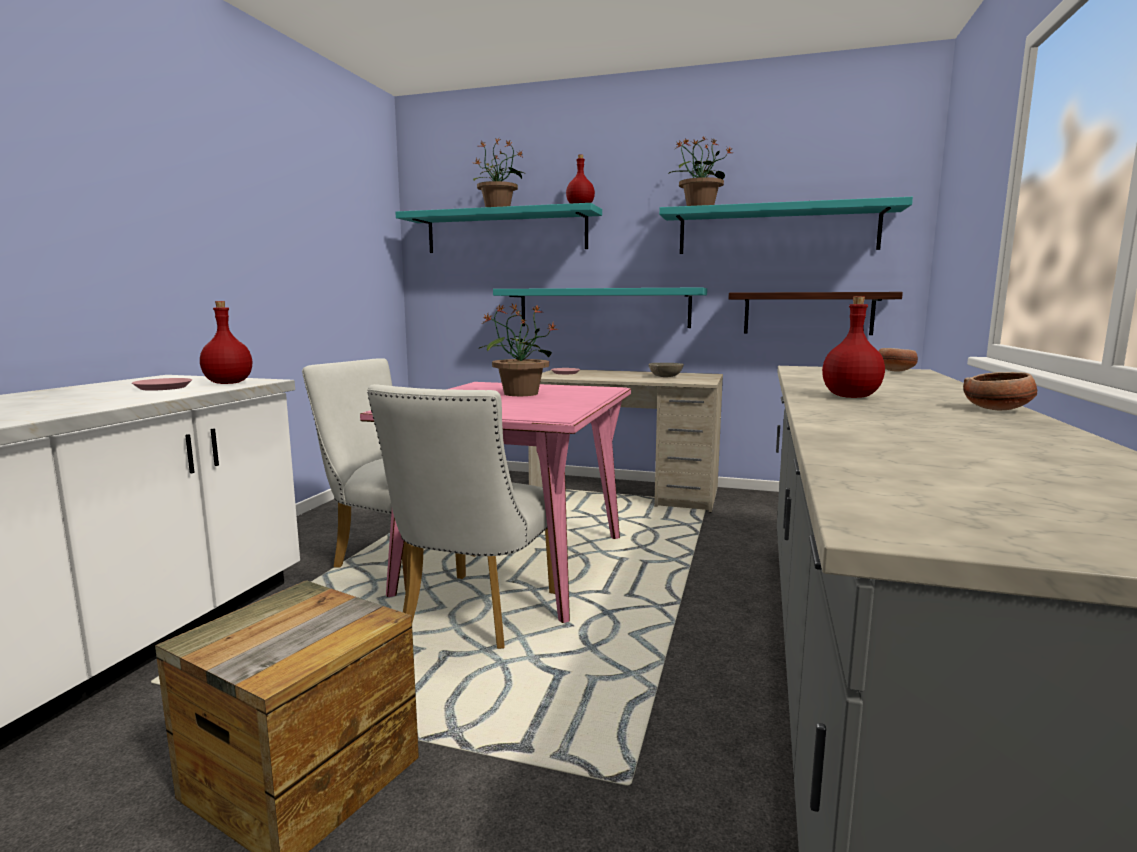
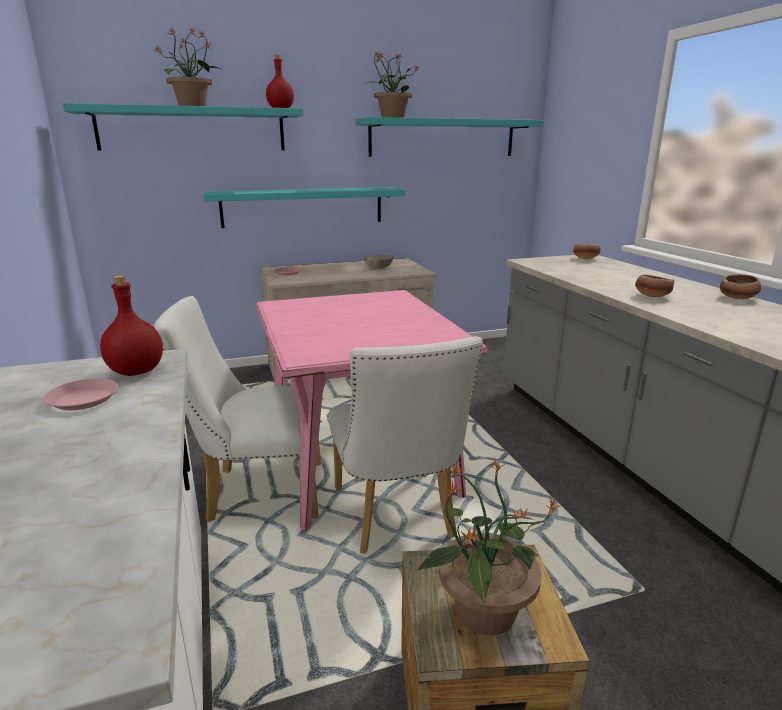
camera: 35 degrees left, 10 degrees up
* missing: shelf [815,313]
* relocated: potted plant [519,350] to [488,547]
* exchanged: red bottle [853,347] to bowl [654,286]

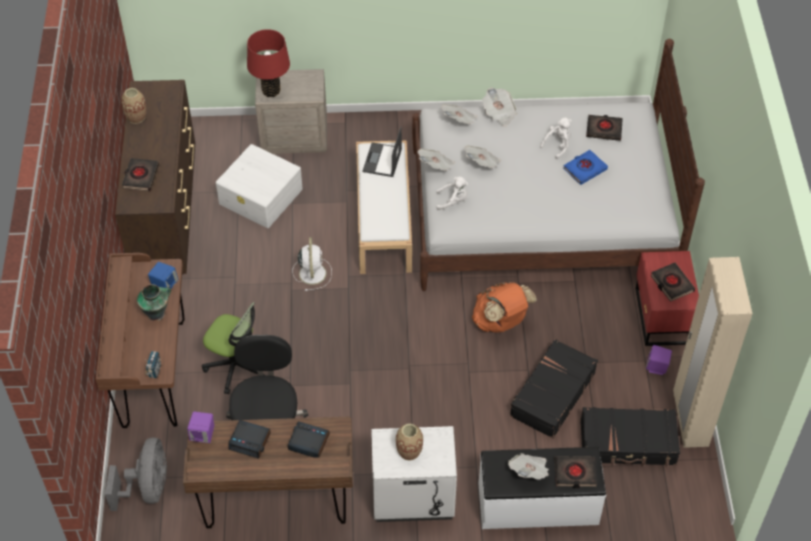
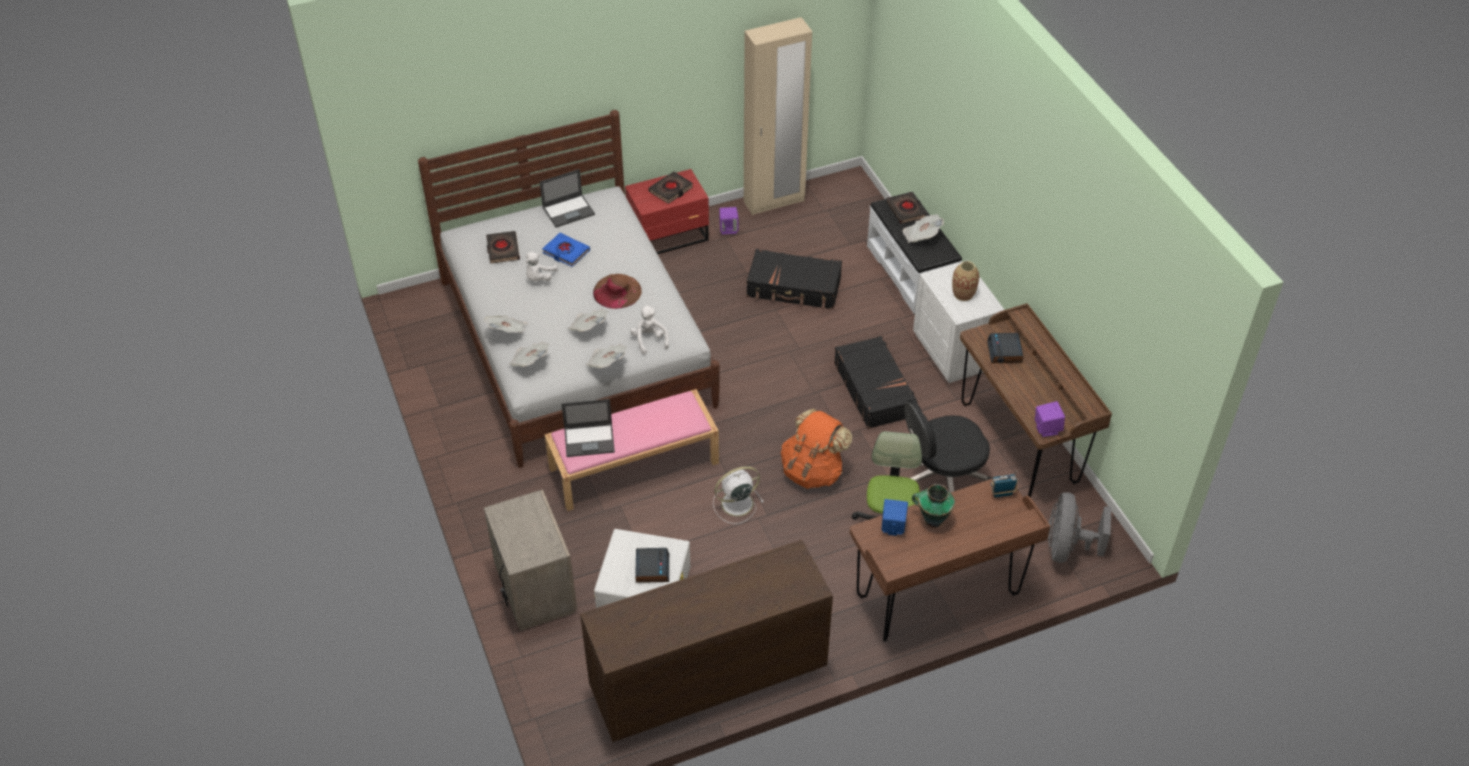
camera: 110 degrees left, 5 degrees down
* missing: vase [133,106]
* missing: black book [140,174]
* missing: red table lamp [268,63]
* appeared: laptop [567,198]
* appeared: brown hat [617,291]
* relocated: alarm clock [249,439] to [652,565]
* relocated: orange backpack [504,307] to [816,448]
* relocated: black suitcase [630,437] to [875,382]
* colour: white bench [384,207] to pink bench [631,450]
* spun: grey fan [136,474] = [1079,527] 60 degrees counterclockwise
* spun: white plush toy [556,138] = [542,266] 90 degrees counterclockwise

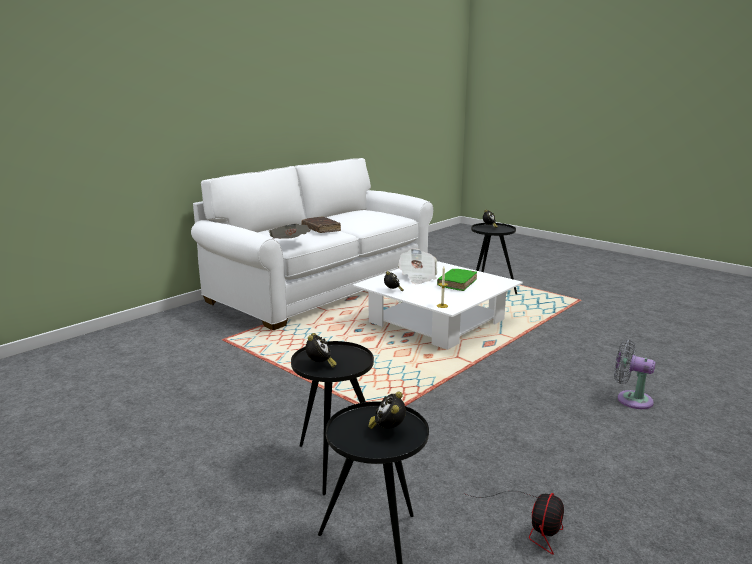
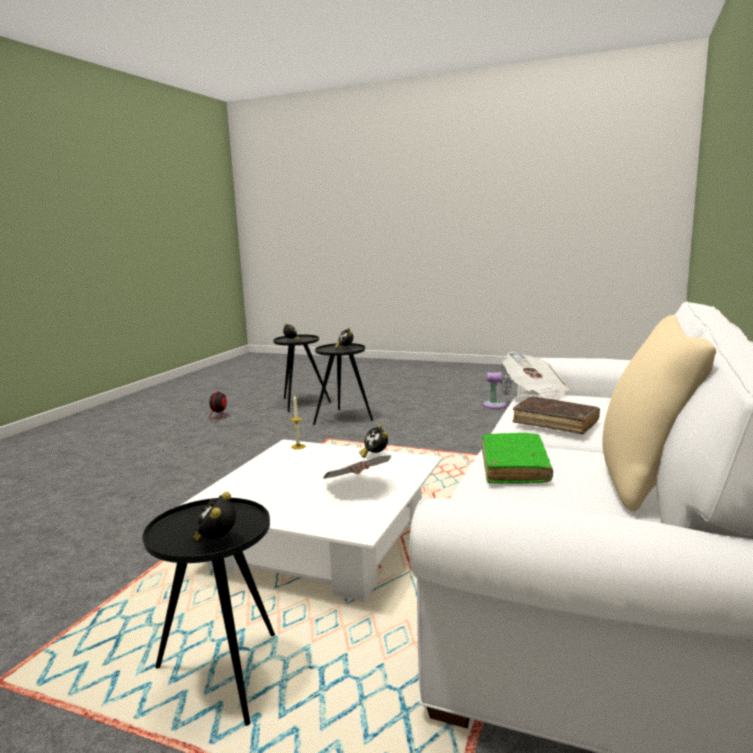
camera: 160 degrees right, 5 degrees down
* appeared: beige pillow [659,413]
* relocated: green book [457,280] to [517,458]
* relocated: grey fan [635,374] to [497,386]

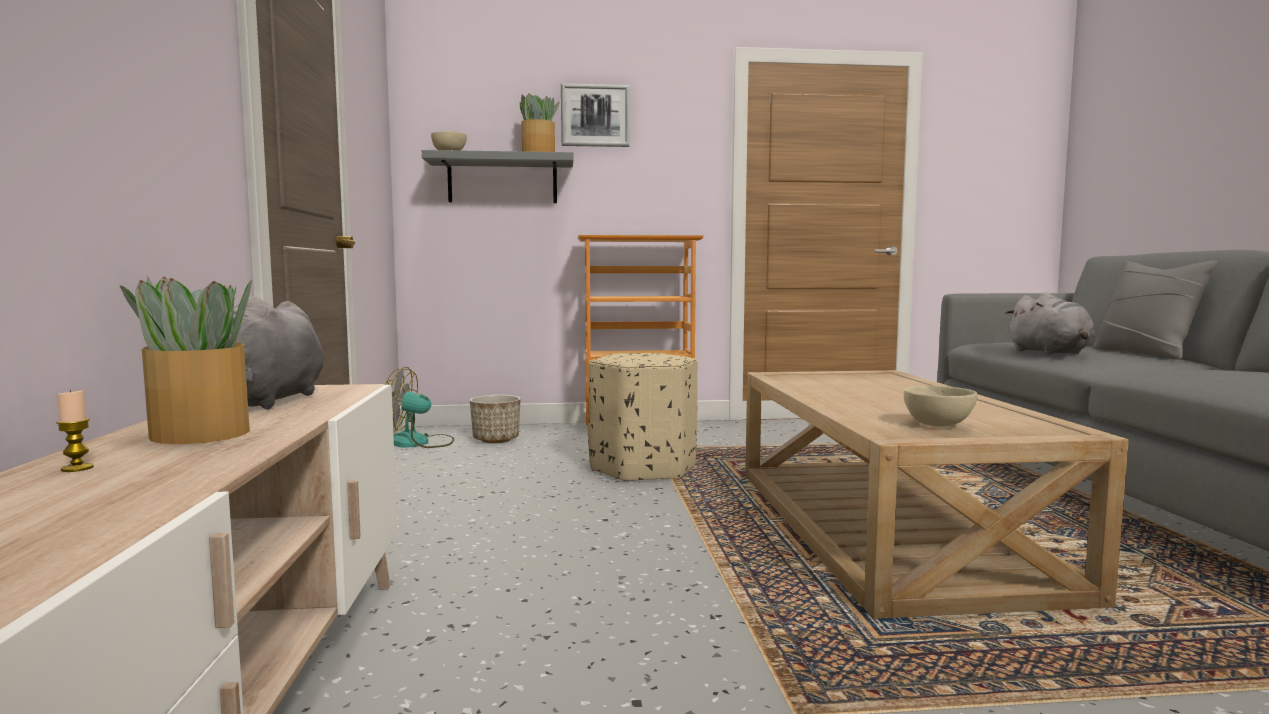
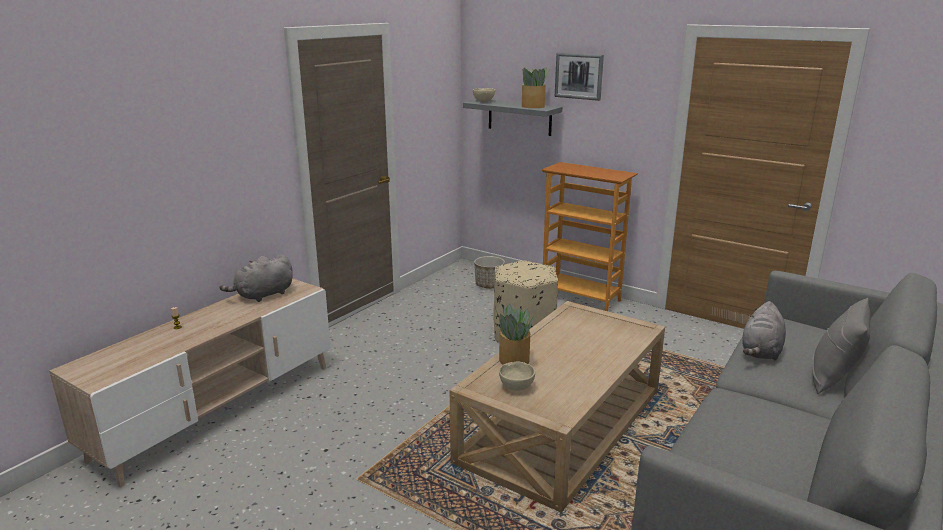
camera: 40 degrees right, 15 degrees up
* missing: fan [419,407]
* relocated: potted plant [186,360] to [514,334]

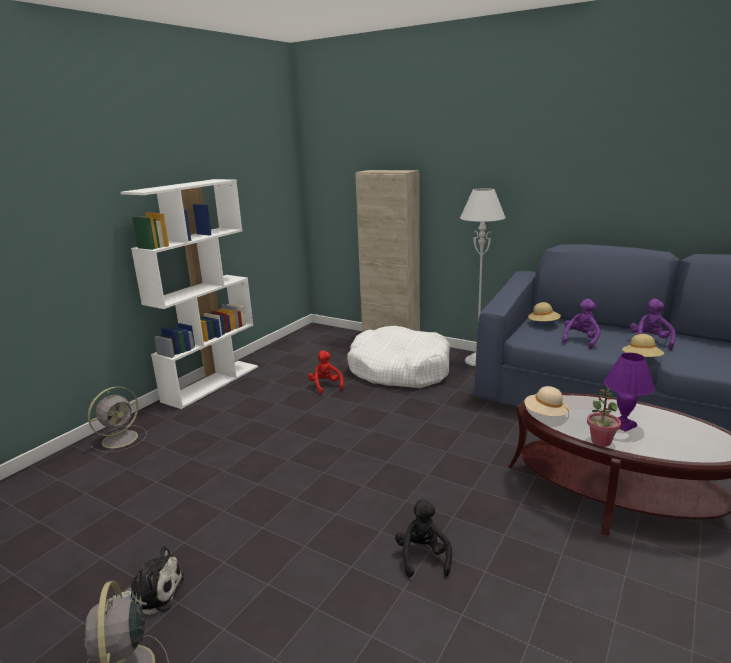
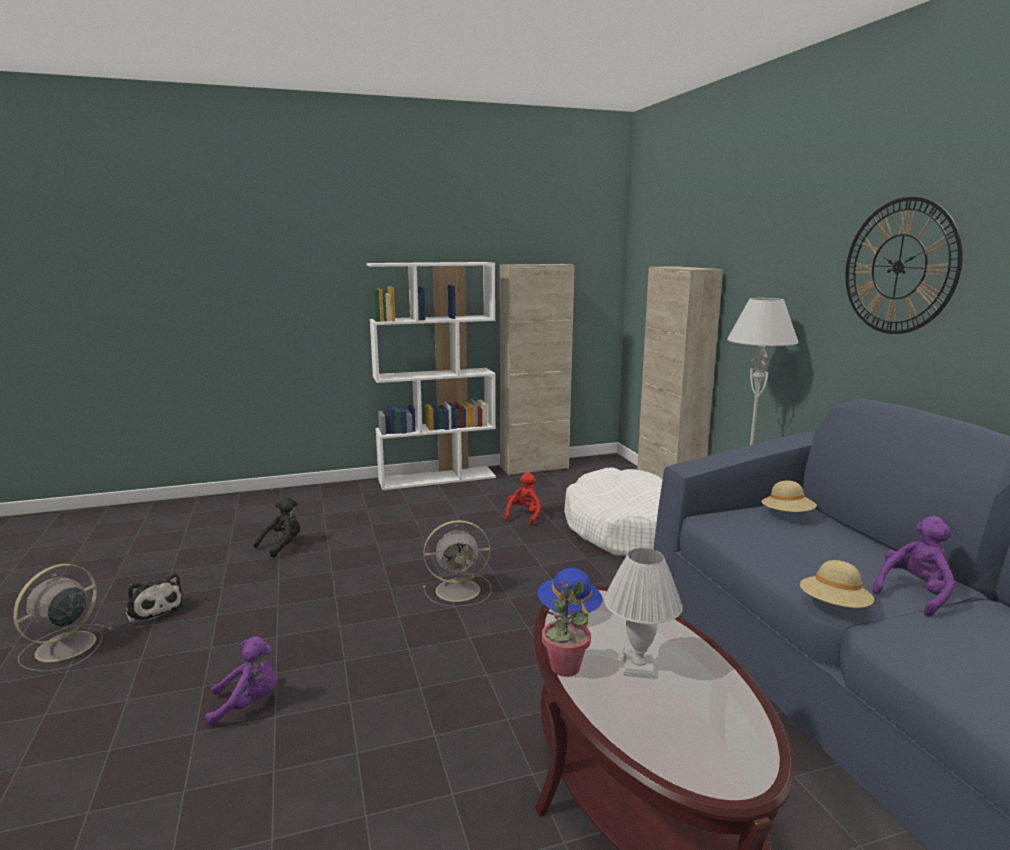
camera: 40 degrees right, 5 degrees down
* appeared: beige cabinet [537,369]
* appeared: wall clock [904,265]
* relocated: grey fan [117,420] to [457,563]
* relocated: black plush toy [423,538] to [277,527]
* relocated: purple plush toy [581,324] to [241,681]
* colour: beige hat [546,401] to blue hat [570,597]
* colour: purple table lamp [629,392] to white table lamp [643,613]

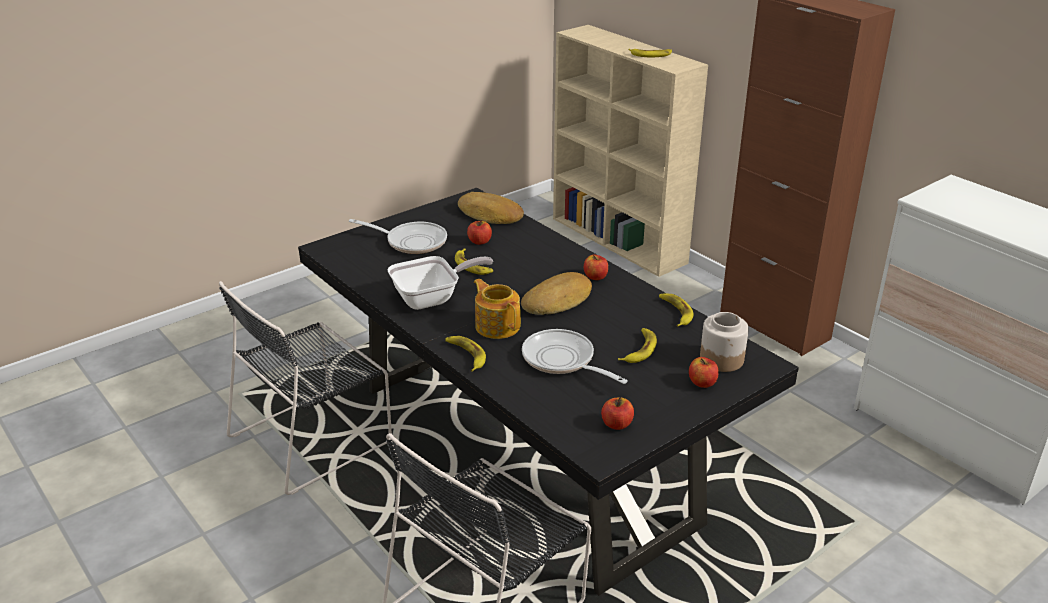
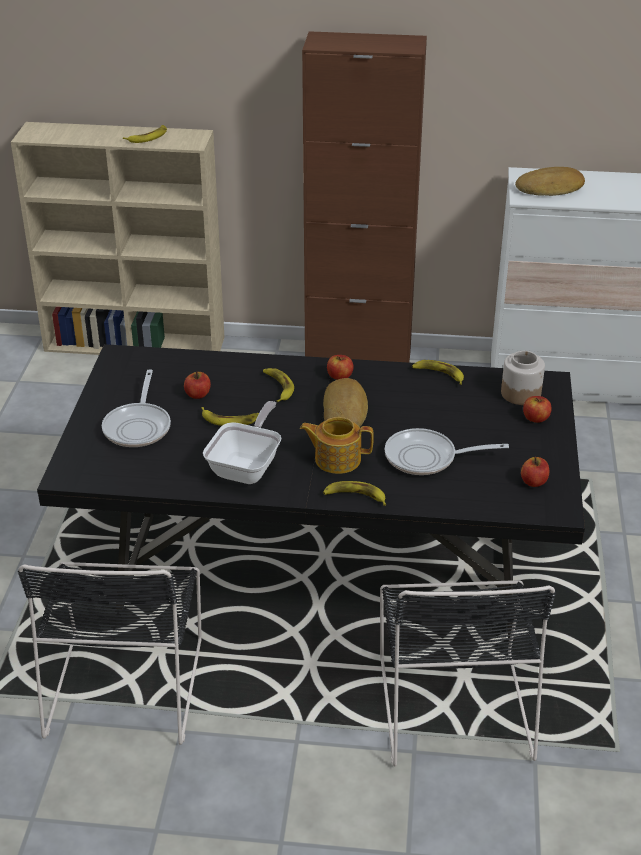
camera: 45 degrees left, 5 degrees up
* relocated: bread [491,208] to [550,181]
* relocated: banana [637,345] to [278,385]
* spun: frying pan [398,236] = [136,408] 120 degrees clockwise

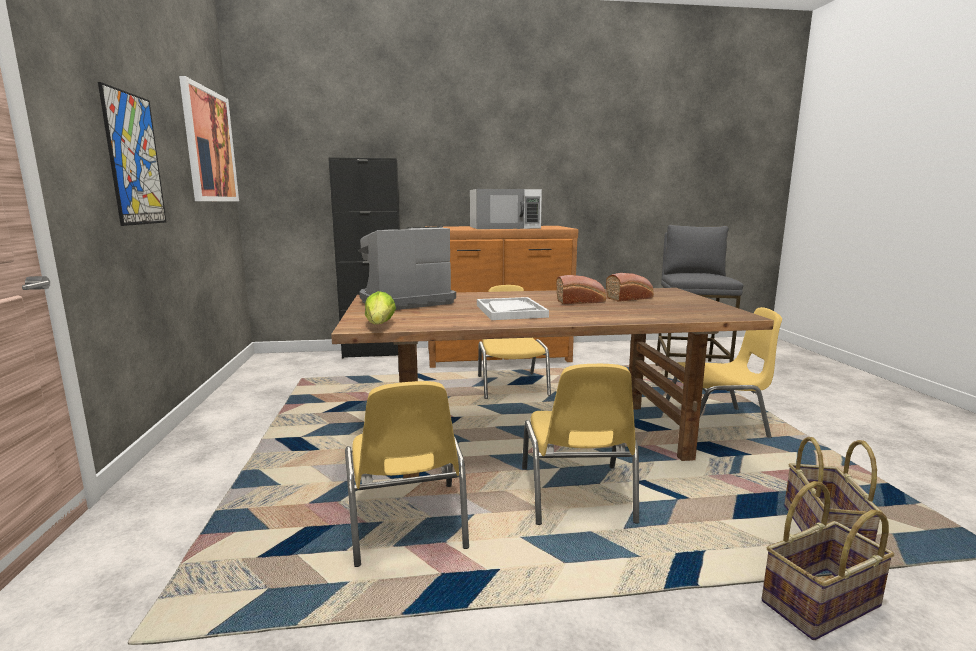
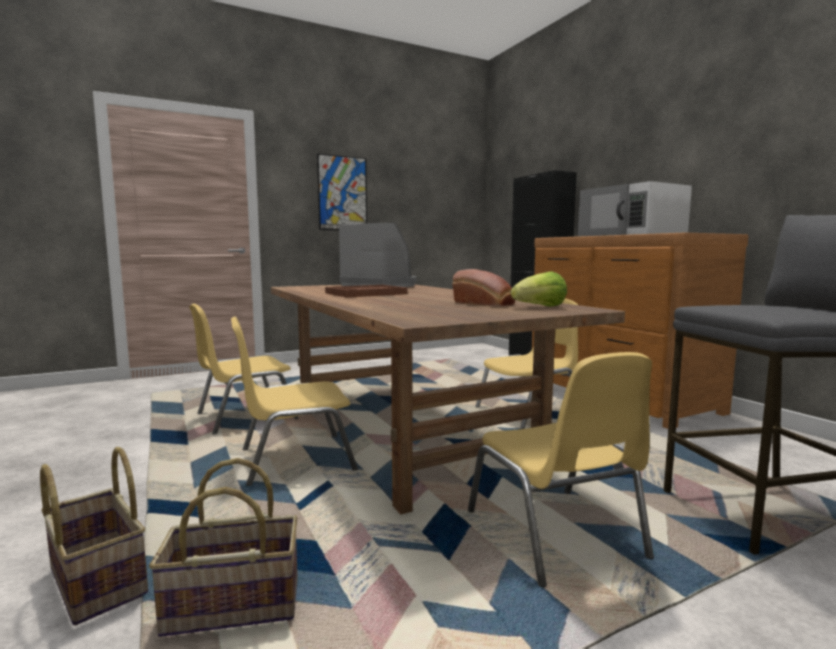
camera: 70 degrees right, 5 degrees down
* missing: picture [209,138]
* missing: bread [581,289]
* relocated: lettuce [380,307] to [539,289]
* colour: white tray [513,308] to brown tray [366,291]

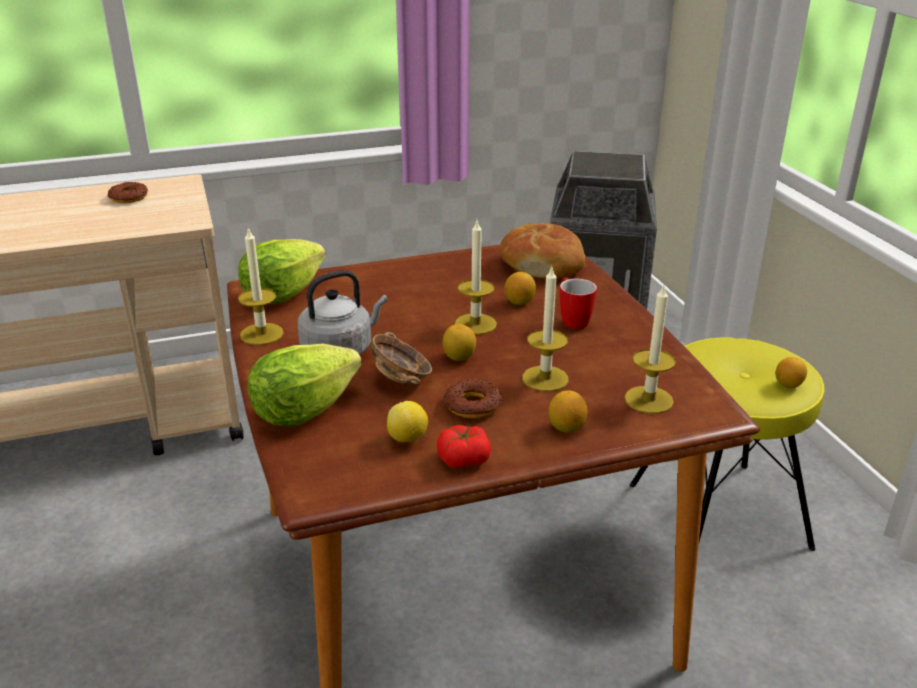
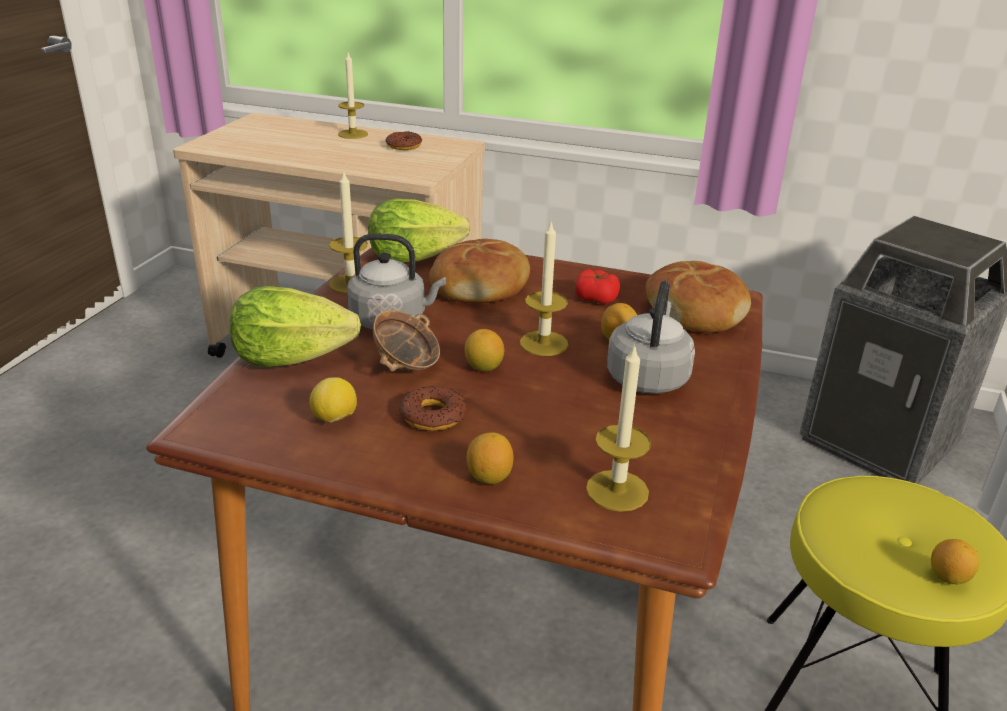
camera: 35 degrees right, 0 degrees up
* appeared: bread [479,271]
* relocated: tomato [464,446] to [597,286]
* relocated: candle [545,329] to [353,96]
* exchanged: mug [578,304] to grey kettle [651,337]

